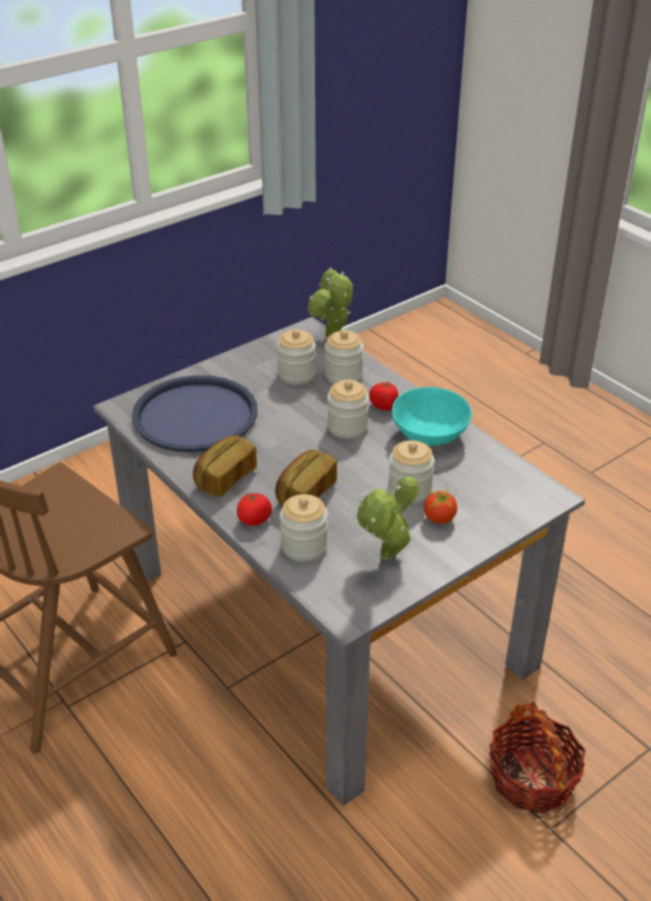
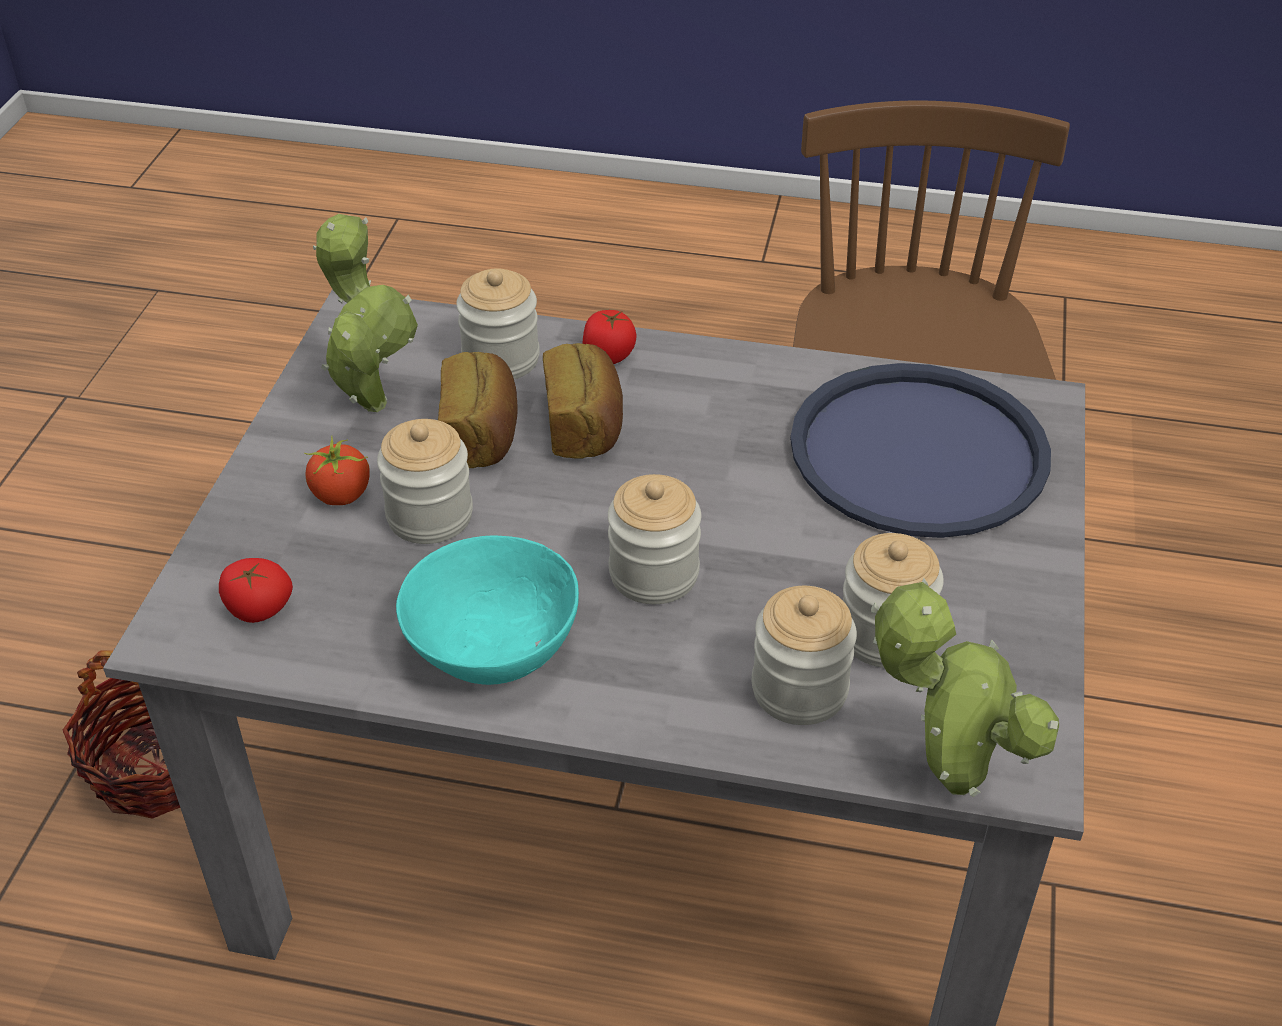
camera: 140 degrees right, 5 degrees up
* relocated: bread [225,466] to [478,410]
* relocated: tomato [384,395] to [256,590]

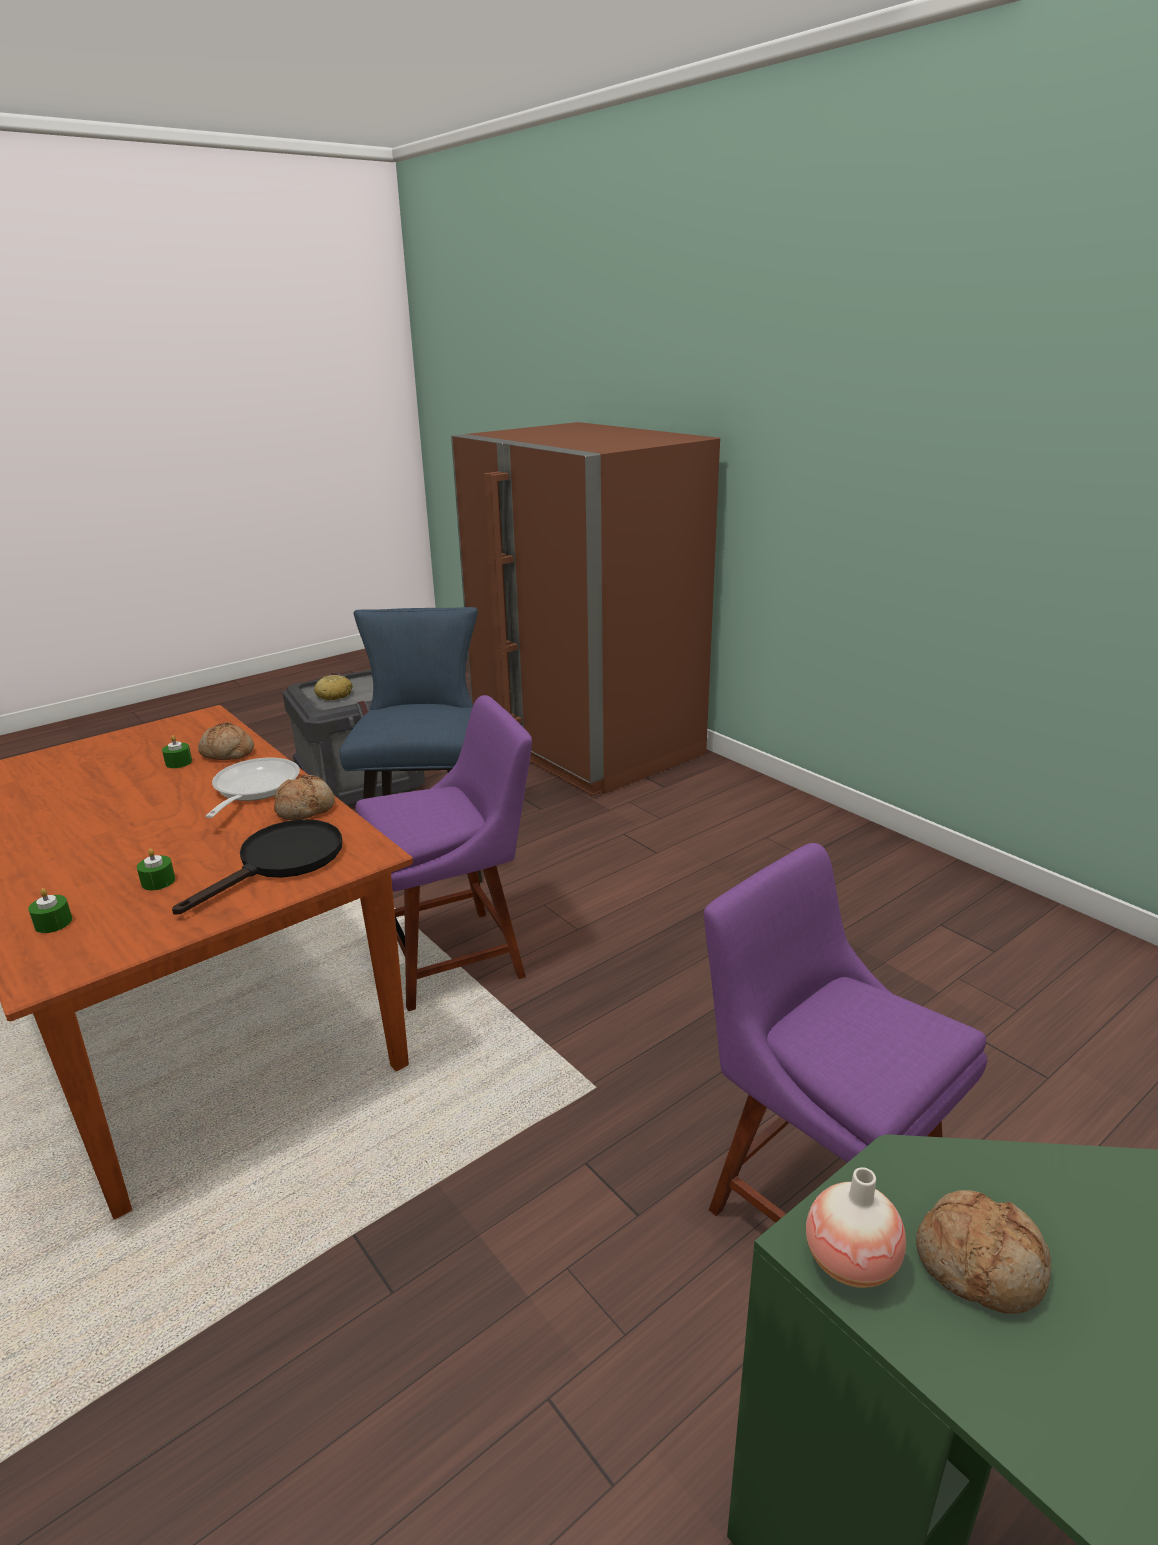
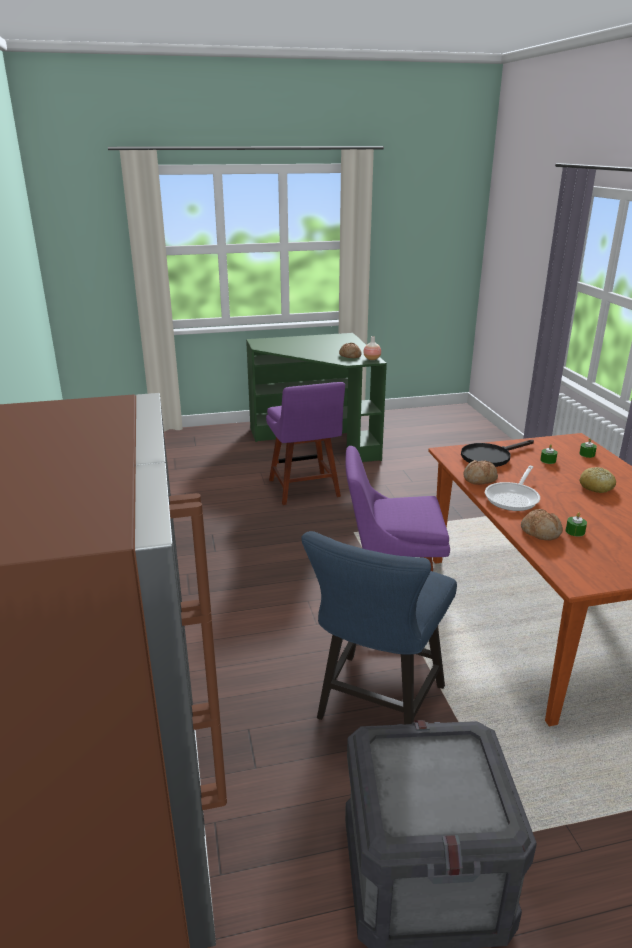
camera: 155 degrees left, 0 degrees up
* relocated: bread [333,687] to [597,480]

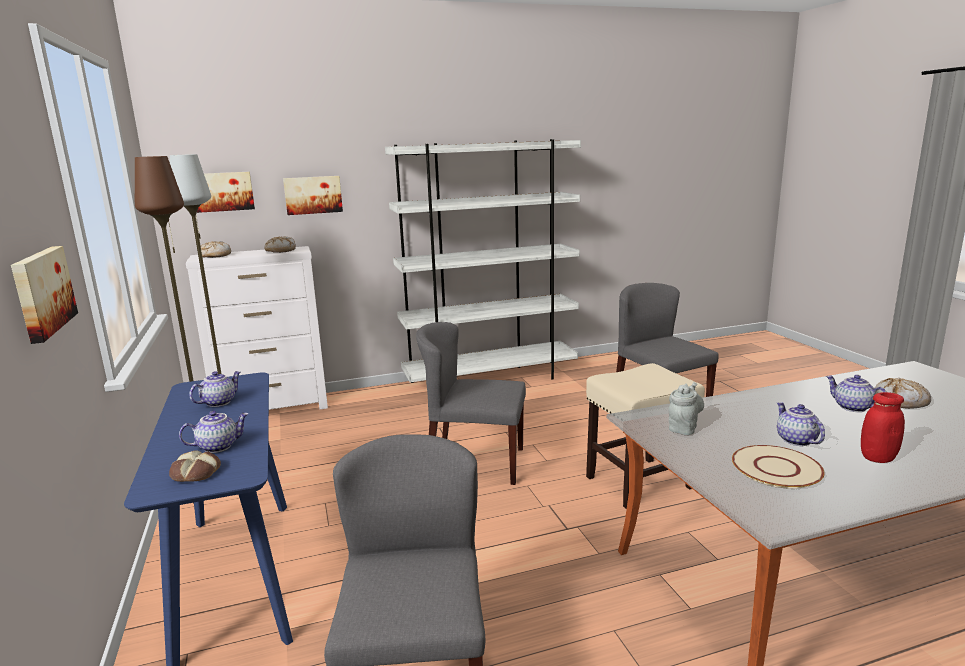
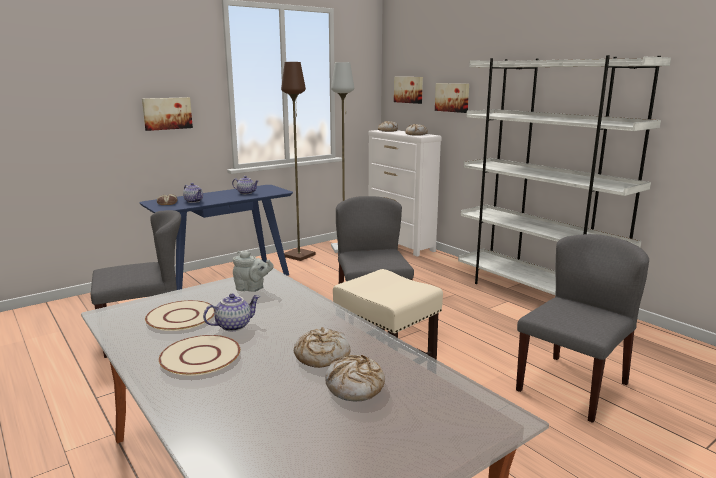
camera: 70 degrees right, 0 degrees up
* exchanged: teapot [856,393] to bread [322,347]
* exchanged: red jar [883,427] to beige plate [199,355]

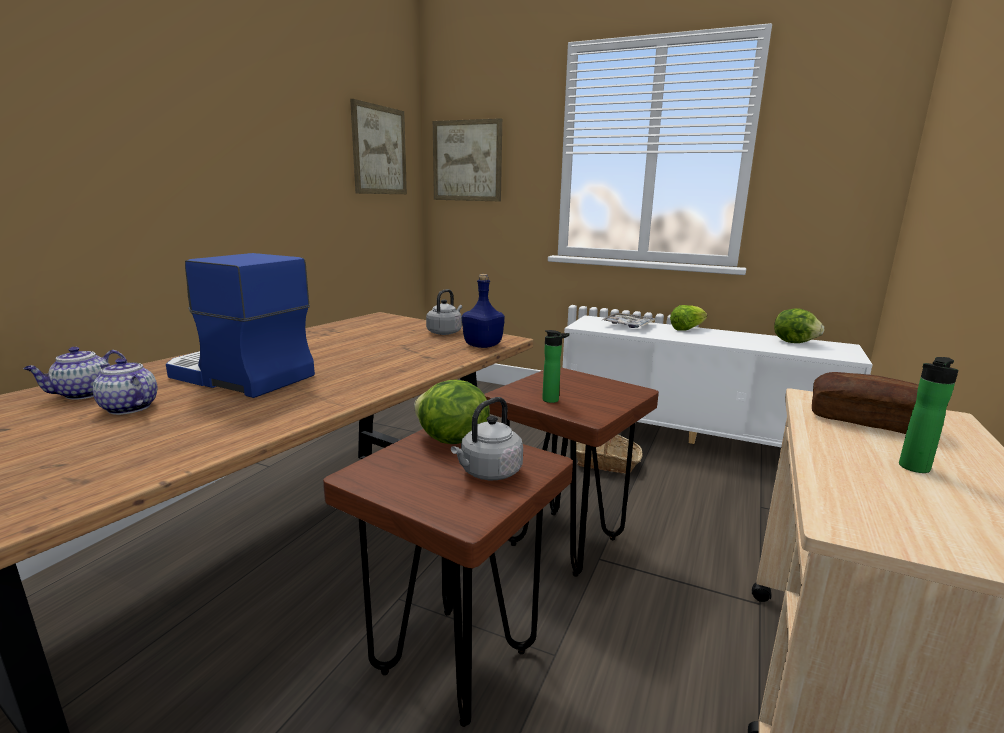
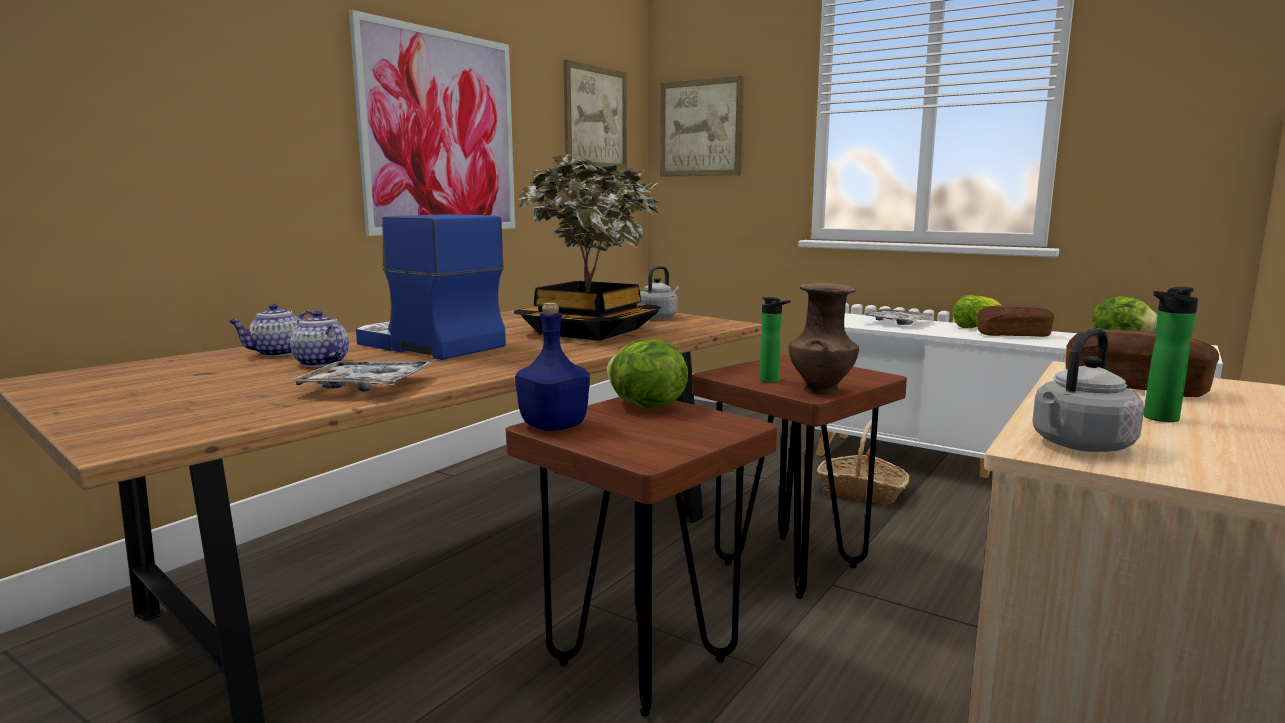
camera: 10 degrees right, 5 degrees down
* appeared: tray [360,376]
* appeared: picture [432,123]
* appeared: potted plant [588,247]
* appeared: brown vase [824,339]
* appeared: bread [1016,321]
* relocated: grey kettle [487,438] to [1088,390]
* relocated: blue bottle [483,311] to [552,367]

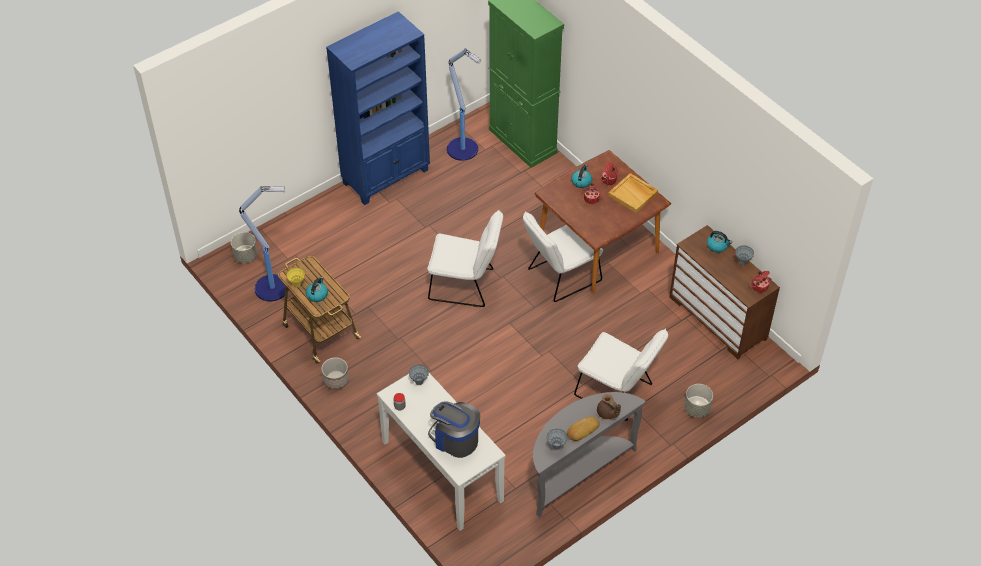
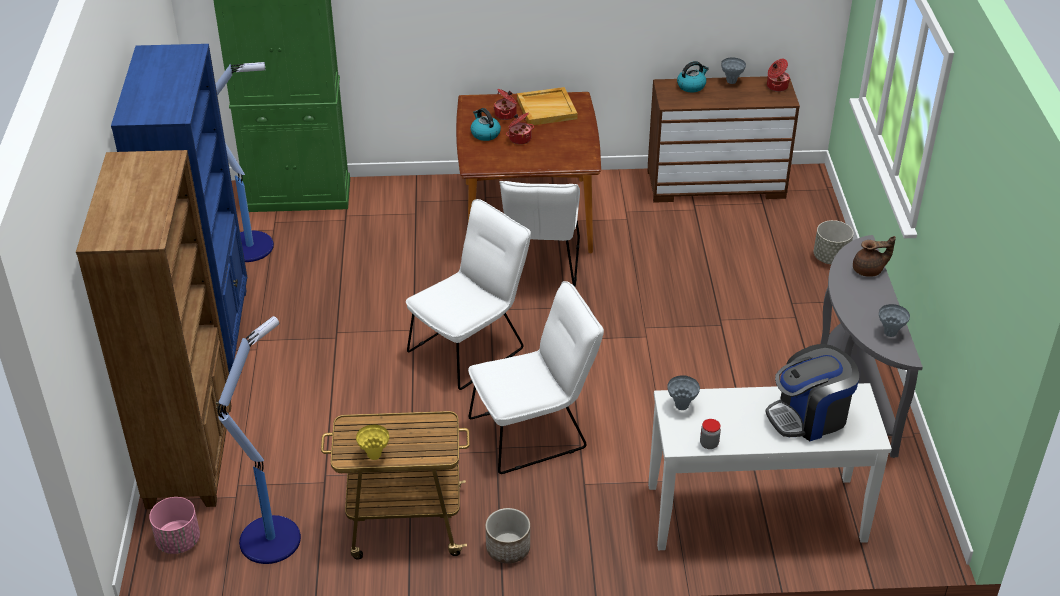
camera: 55 degrees left, 10 degrees down
* missing: kettle [317,289]
* missing: bread [583,429]
* appeared: brown bookcase [154,329]
* relocated: white chair [621,375] to [536,377]
* colour: grey planter [244,247] to pink planter [174,525]

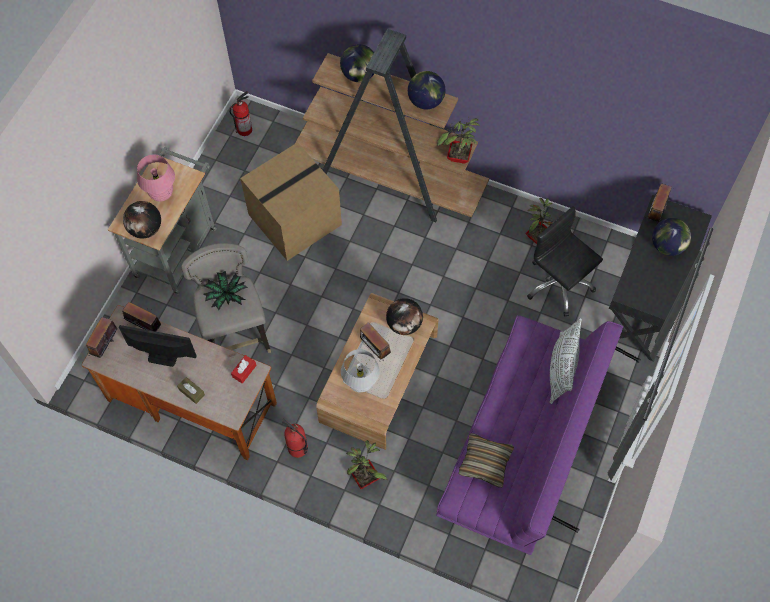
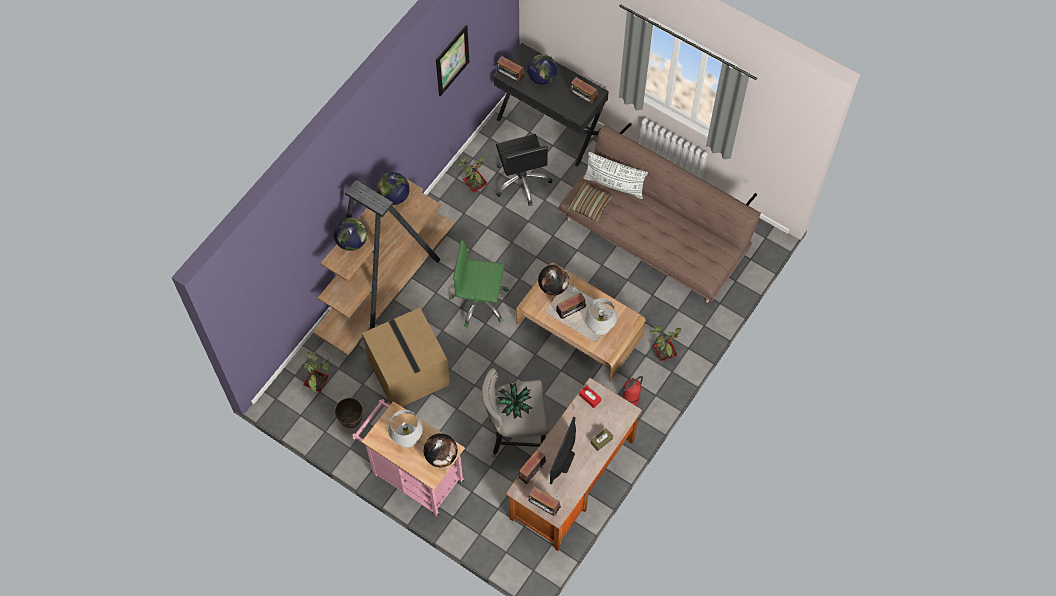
camera: 80 degrees left, 0 degrees up
* missing: fire extinguisher [240,113]
* appeared: planter [348,413]
* appeared: picture [453,60]
* appeared: green office chair [479,283]
* appeared: radio [584,91]
* relocated: potted plant [458,140] to [316,372]
* relocated: pillow [486,460] to [590,202]
* colour: grey cart [162,220] to pink cart [408,458]
* colour: pink table lamp [156,178] to white table lamp [405,429]
* colour: purple sofa [538,435] to brown sofa [659,213]
* spun: black office chair [565,261] = [524,170] 75 degrees counterclockwise

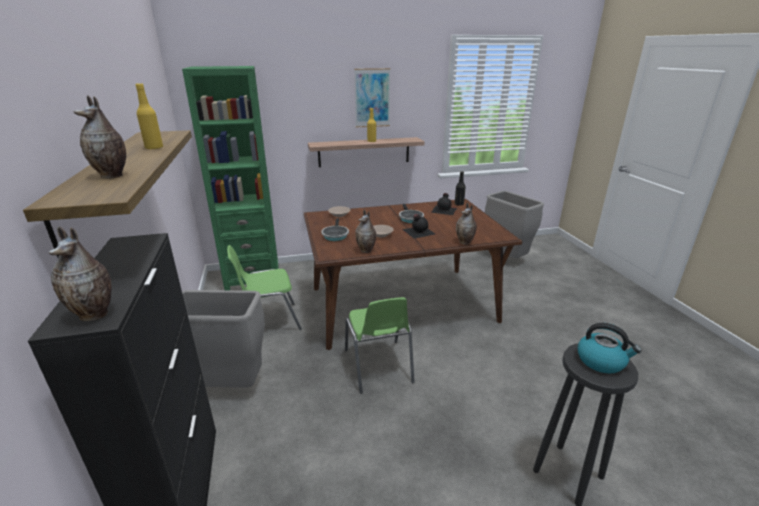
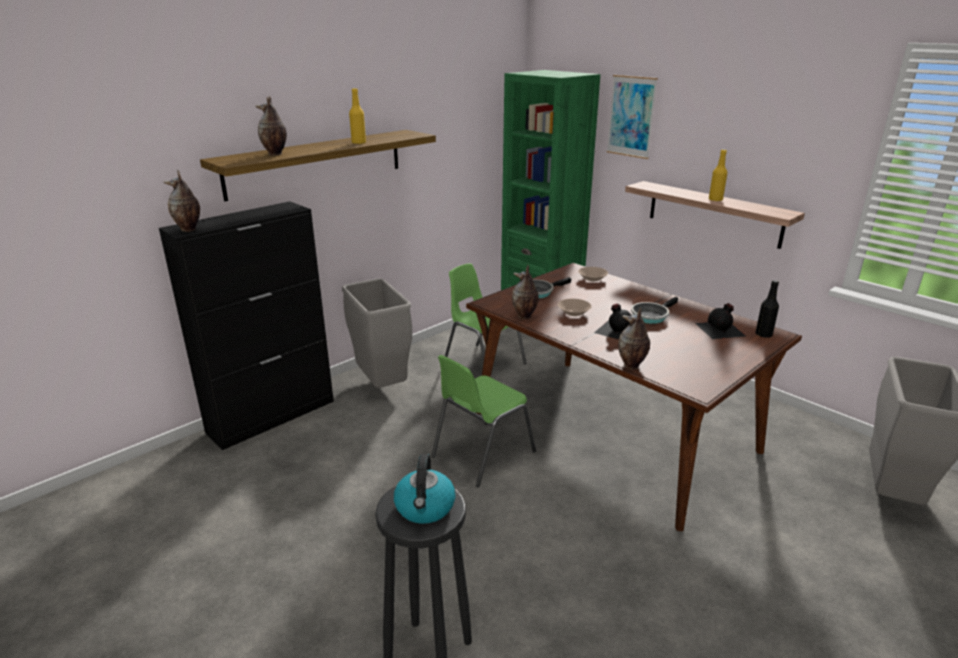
camera: 60 degrees right, 0 degrees up
* relocated: picture [372,97] to [632,117]

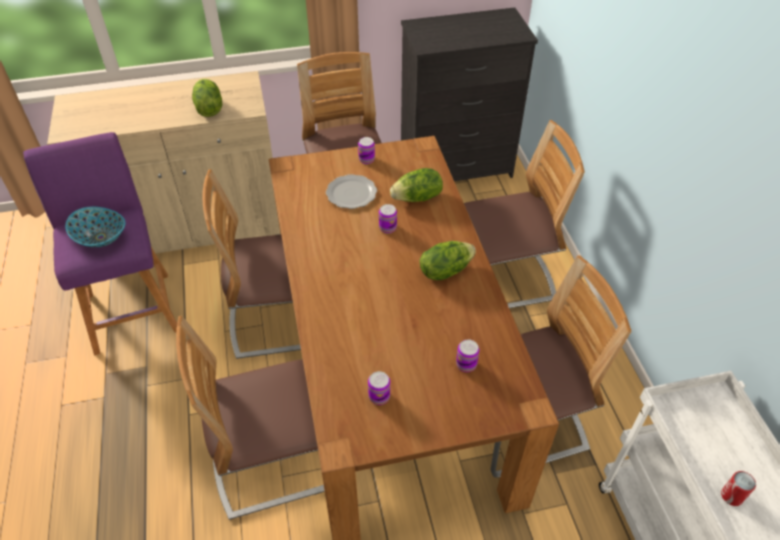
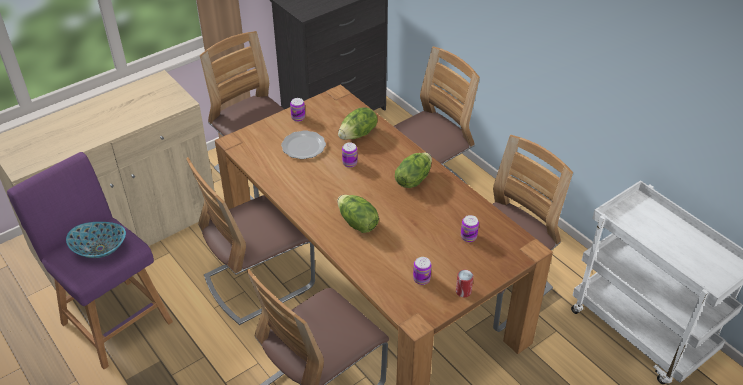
camera: 25 degrees left, 5 degrees down
* relocated: lettuce [207,97] to [358,214]
* relocated: can [738,488] to [465,283]

